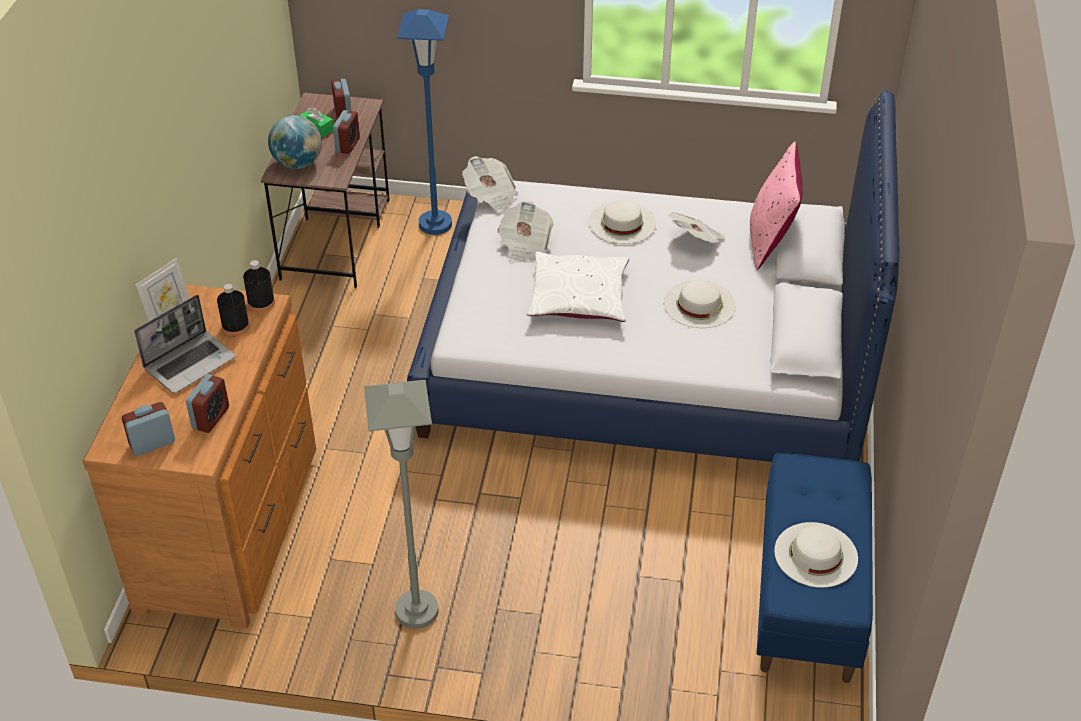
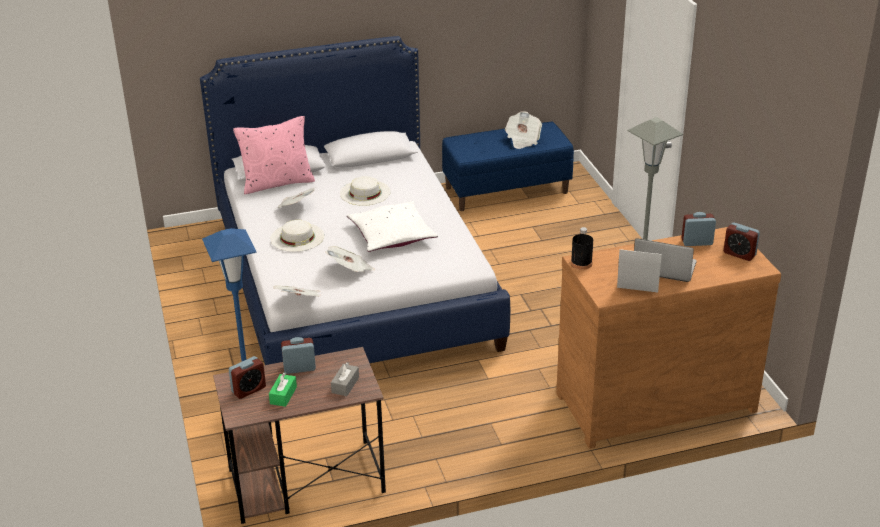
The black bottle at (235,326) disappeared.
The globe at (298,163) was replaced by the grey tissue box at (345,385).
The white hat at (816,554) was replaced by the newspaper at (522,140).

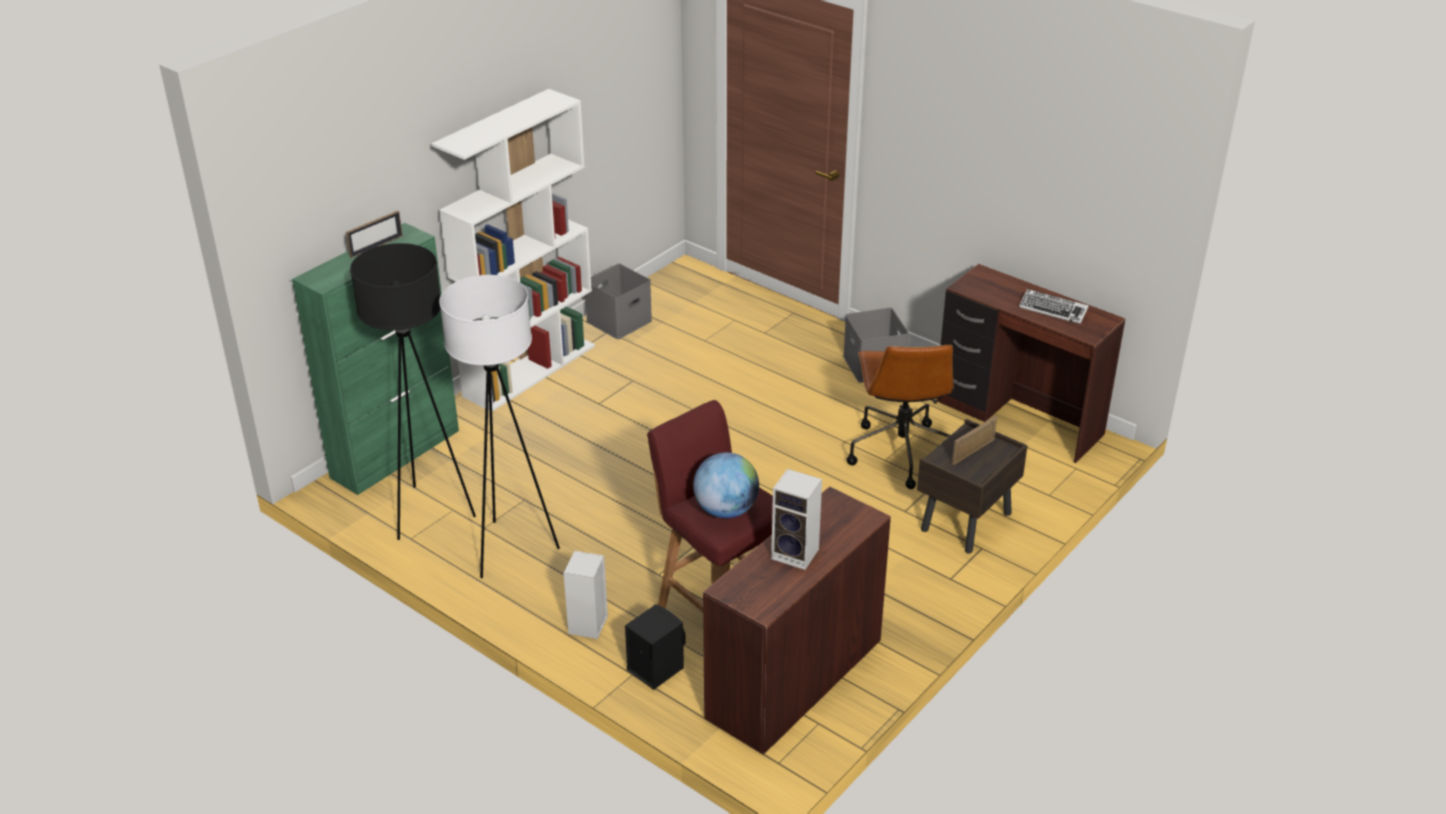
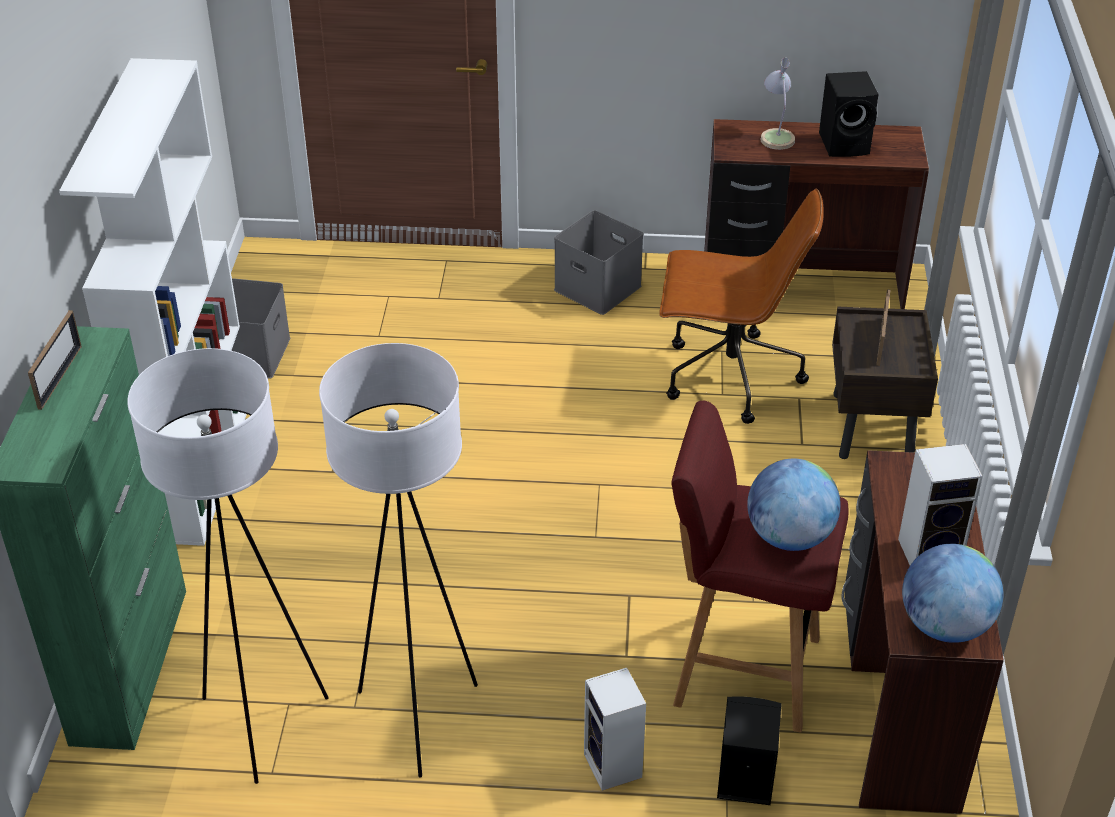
The black floor lamp at (429,513) became the white floor lamp at (261,724).
The brown office chair at (901,452) turned 45 degrees counterclockwise.
The keyboard at (1053,310) was replaced by the black speaker at (846,144).
The table lamp at (776,136) appeared.
The globe at (944,625) appeared.

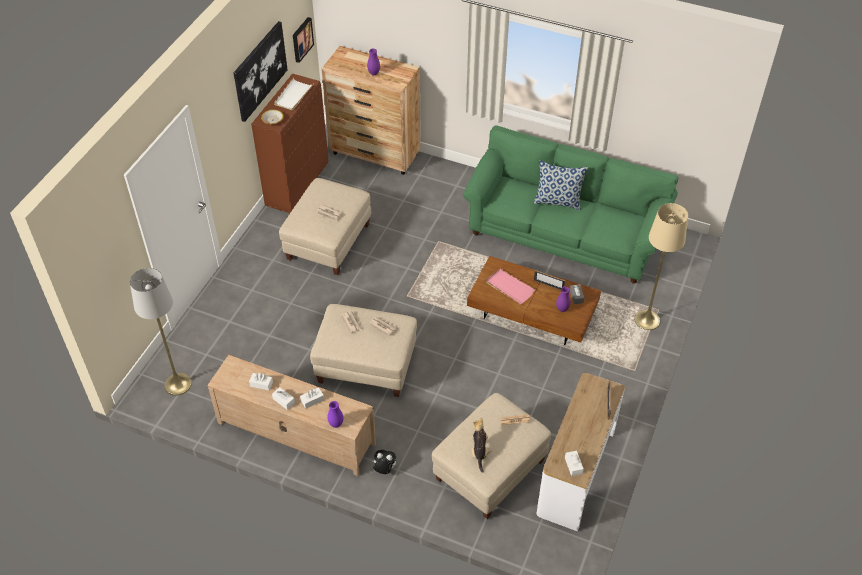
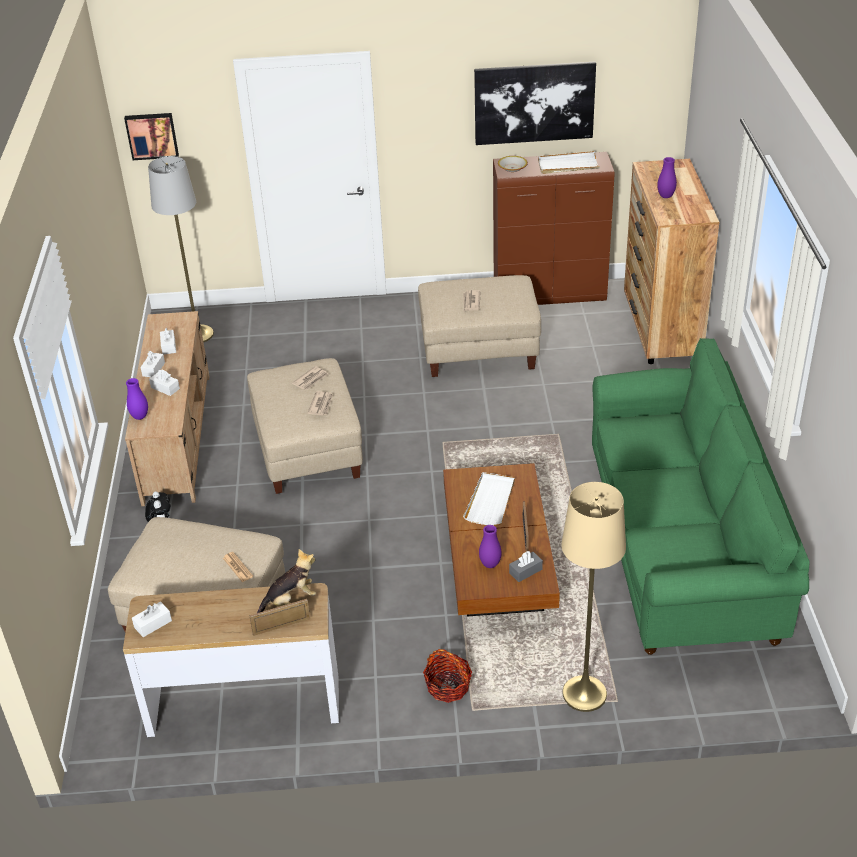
The picture moved from (301,39) to (152,135).
The plush toy moved from (479,451) to (290,600).
The pink tray at (509,287) became the white tray at (490,501).
The pillow at (558,201) disappeared.
The basket at (448,686) appeared.

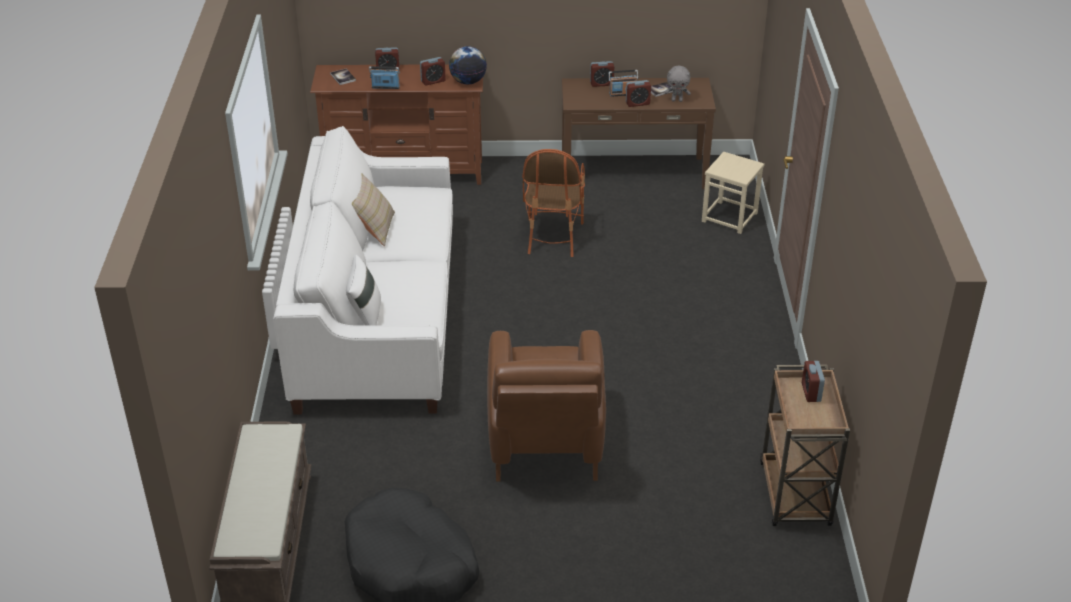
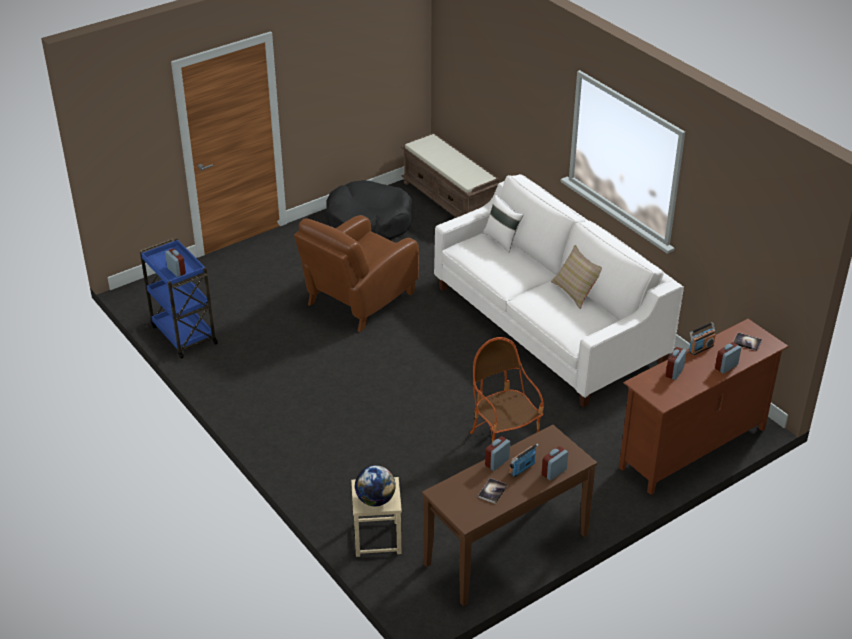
The globe moved from (468,81) to (375,500).
The brown armchair at (545,442) turned 105 degrees counterclockwise.
The grey plush toy at (677,100) disappeared.
The brown cart at (795,496) became the blue cart at (183,334).

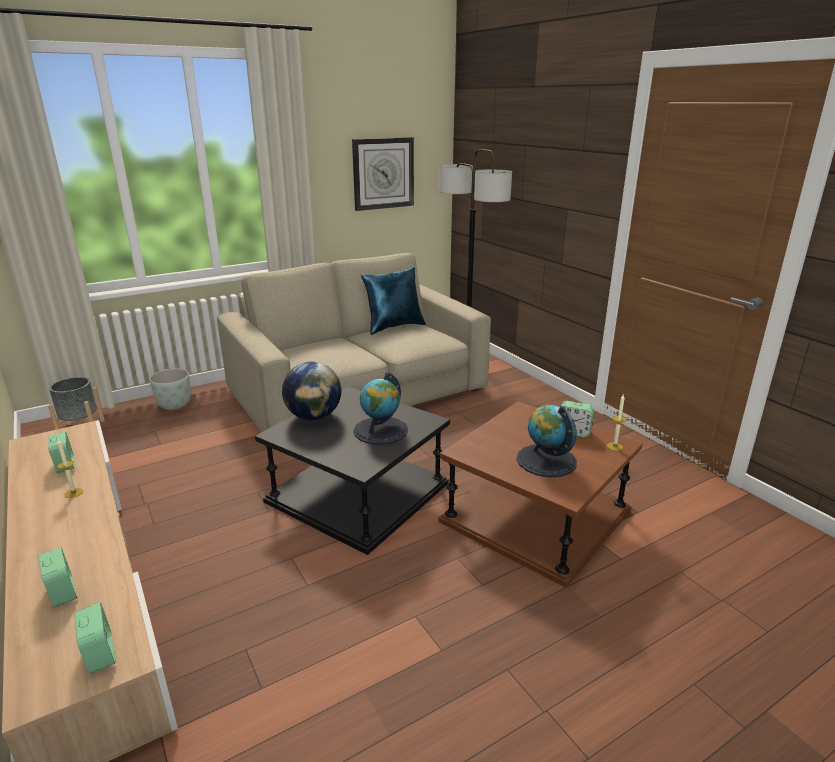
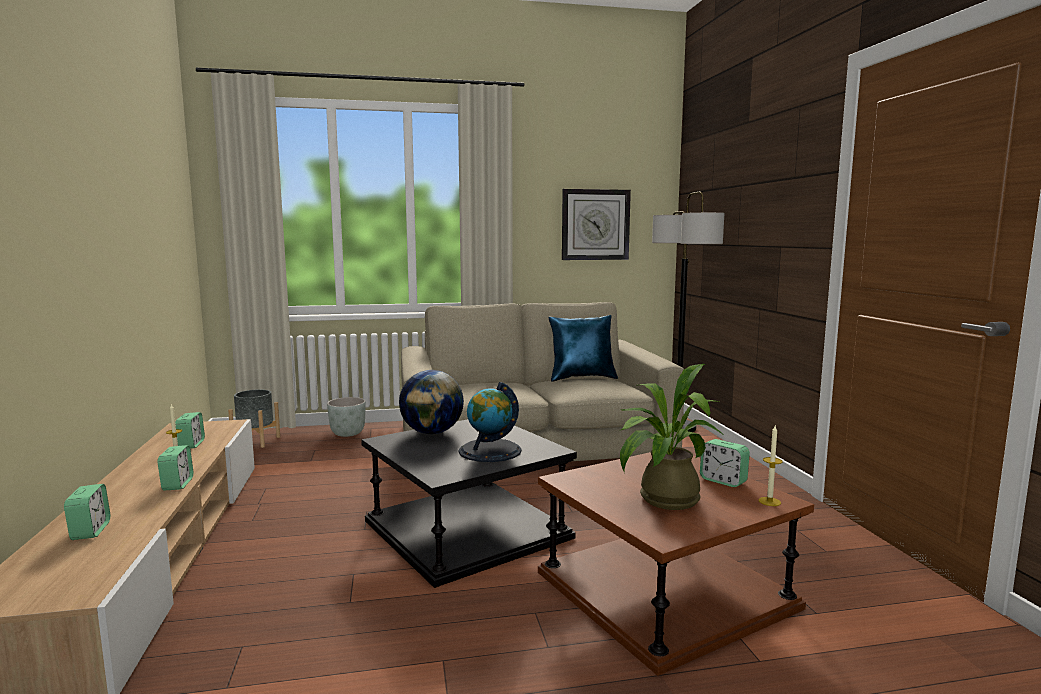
The alarm clock moved from (100,654) to (177,484).
The globe at (546,460) was replaced by the potted plant at (663,501).

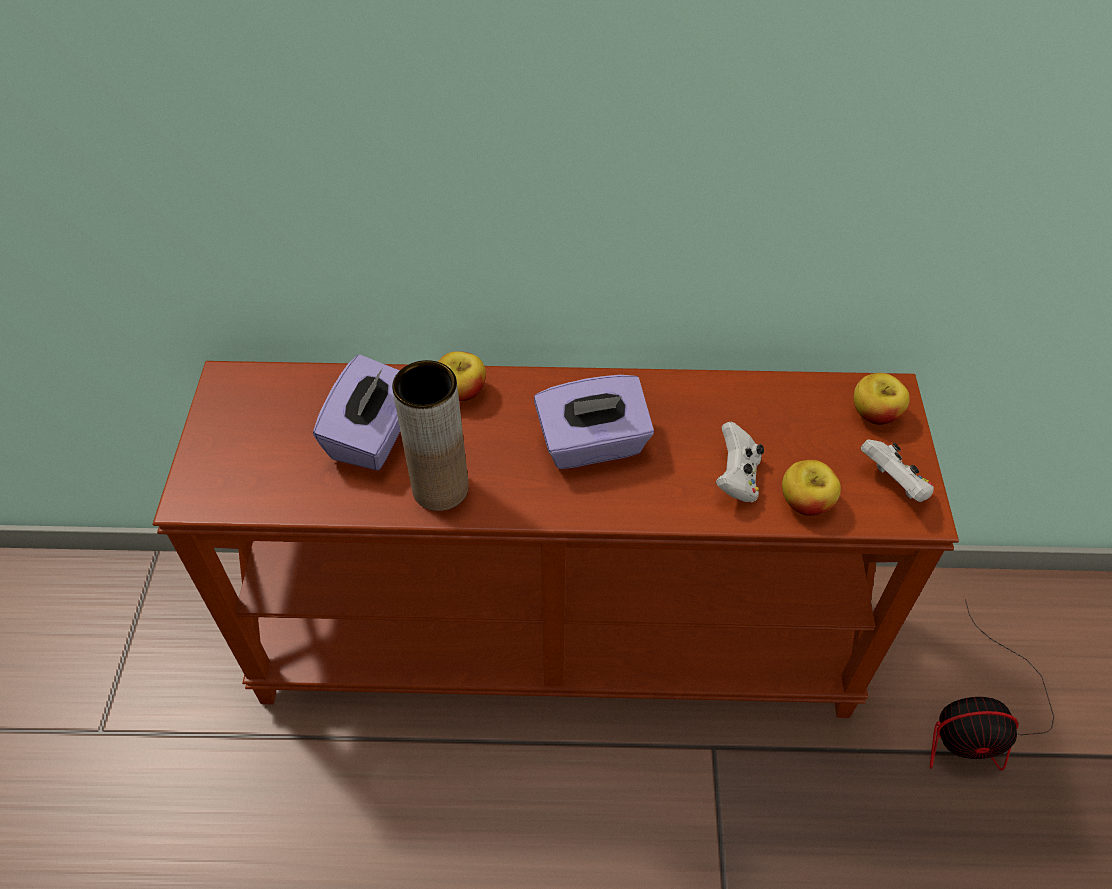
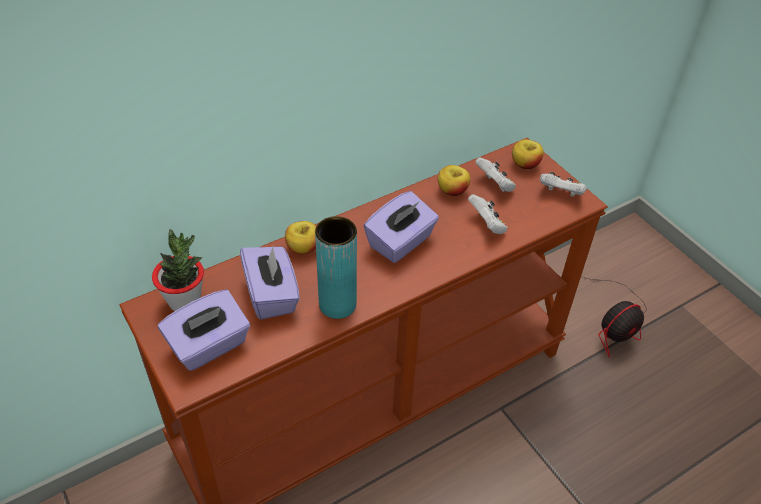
The brown vase at (440,488) became the turquoise vase at (337,304).
The apple moved from (805,502) to (452,191).
The potted plant at (185,301) appeared.
The purple tissue box at (209,346) appeared.
The white game controller at (495,185) appeared.

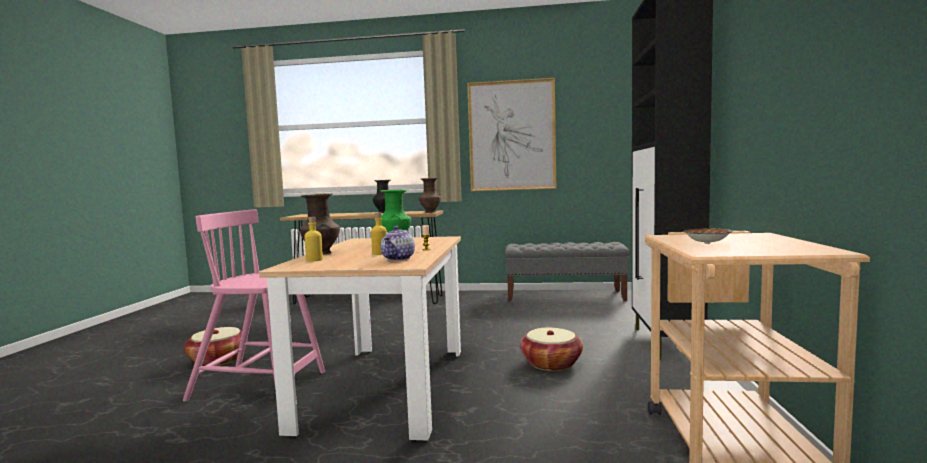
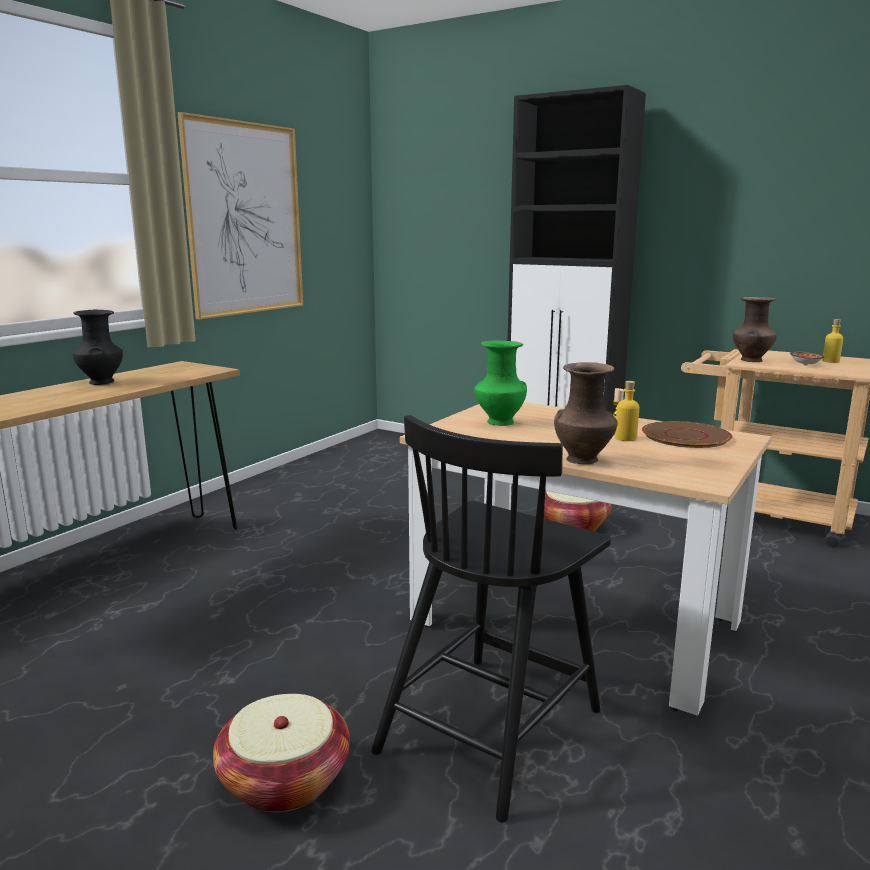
The pink chair at (260,386) became the black chair at (491,727).
The yellow bottle moved from (314,260) to (830,361).
The teapot at (398,259) was replaced by the brown plate at (685,436).
The brown vase moved from (430,212) to (751,360).
The grey bench at (565,296) disappeared.

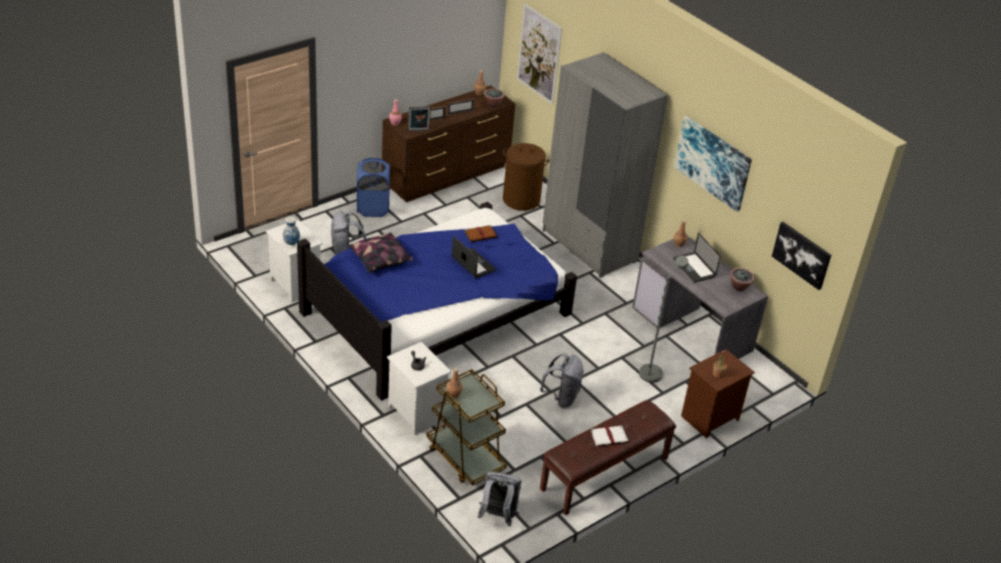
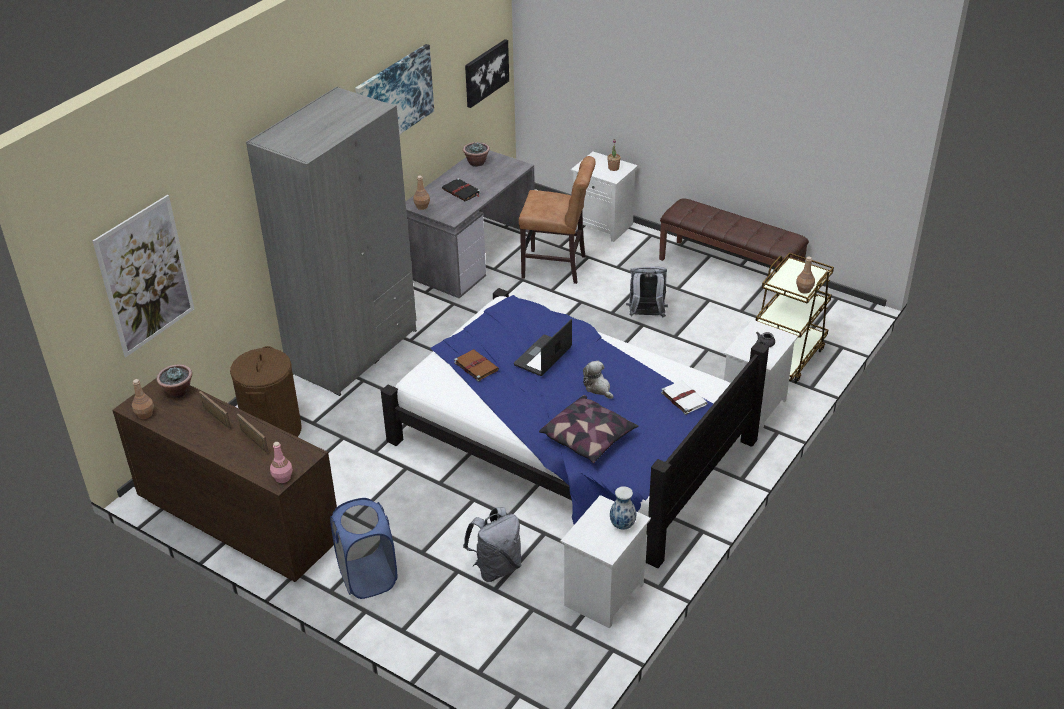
The picture frame at (418,131) disappeared.
The grey backpack at (498,516) disappeared.
The white book moved from (609,437) to (683,398).
The grey floor lamp at (653,370) was replaced by the brown chair at (557,267).
The laptop at (694,268) was replaced by the black book at (462,191).
The brown nightstand at (710,419) became the white nightstand at (604,226).
The plush toy at (598,388) appeared.

